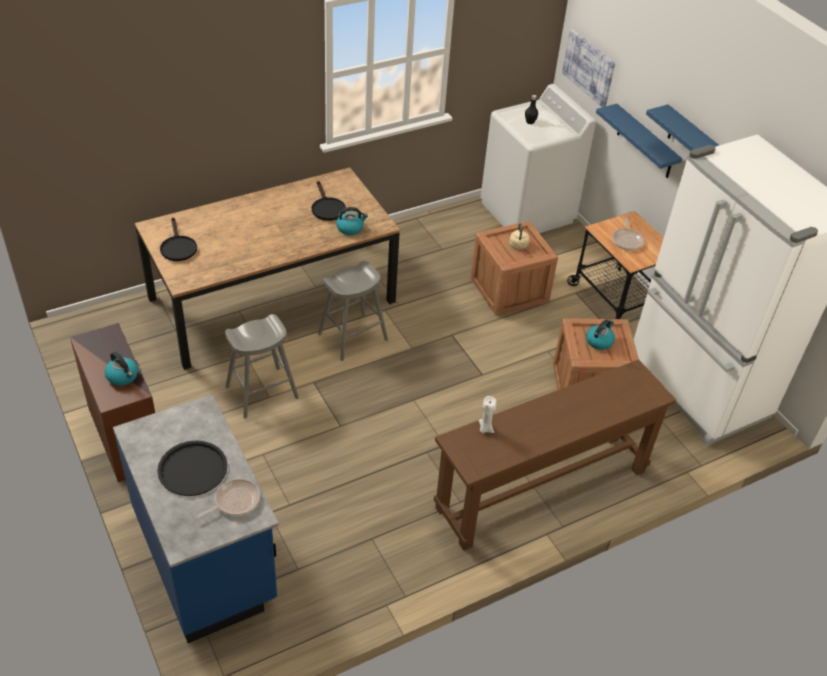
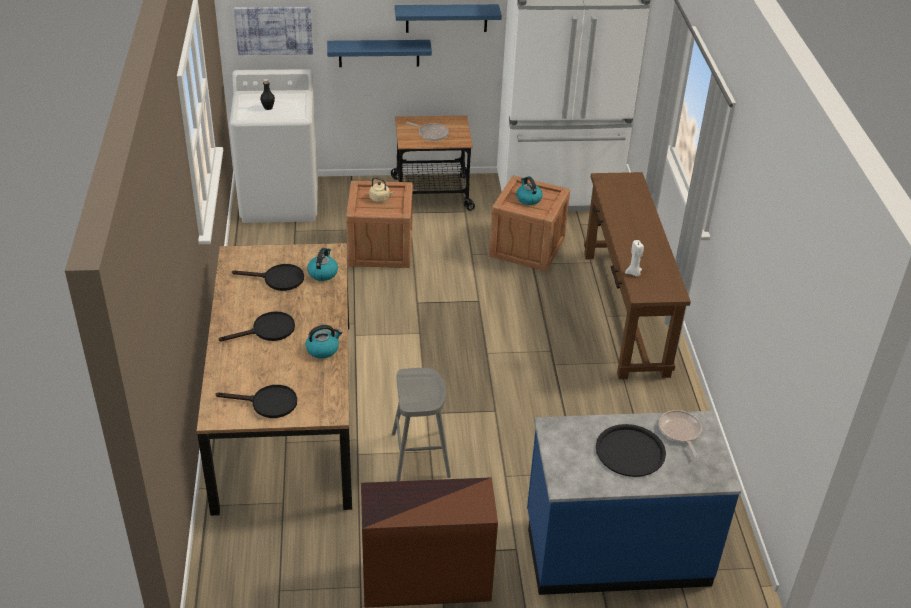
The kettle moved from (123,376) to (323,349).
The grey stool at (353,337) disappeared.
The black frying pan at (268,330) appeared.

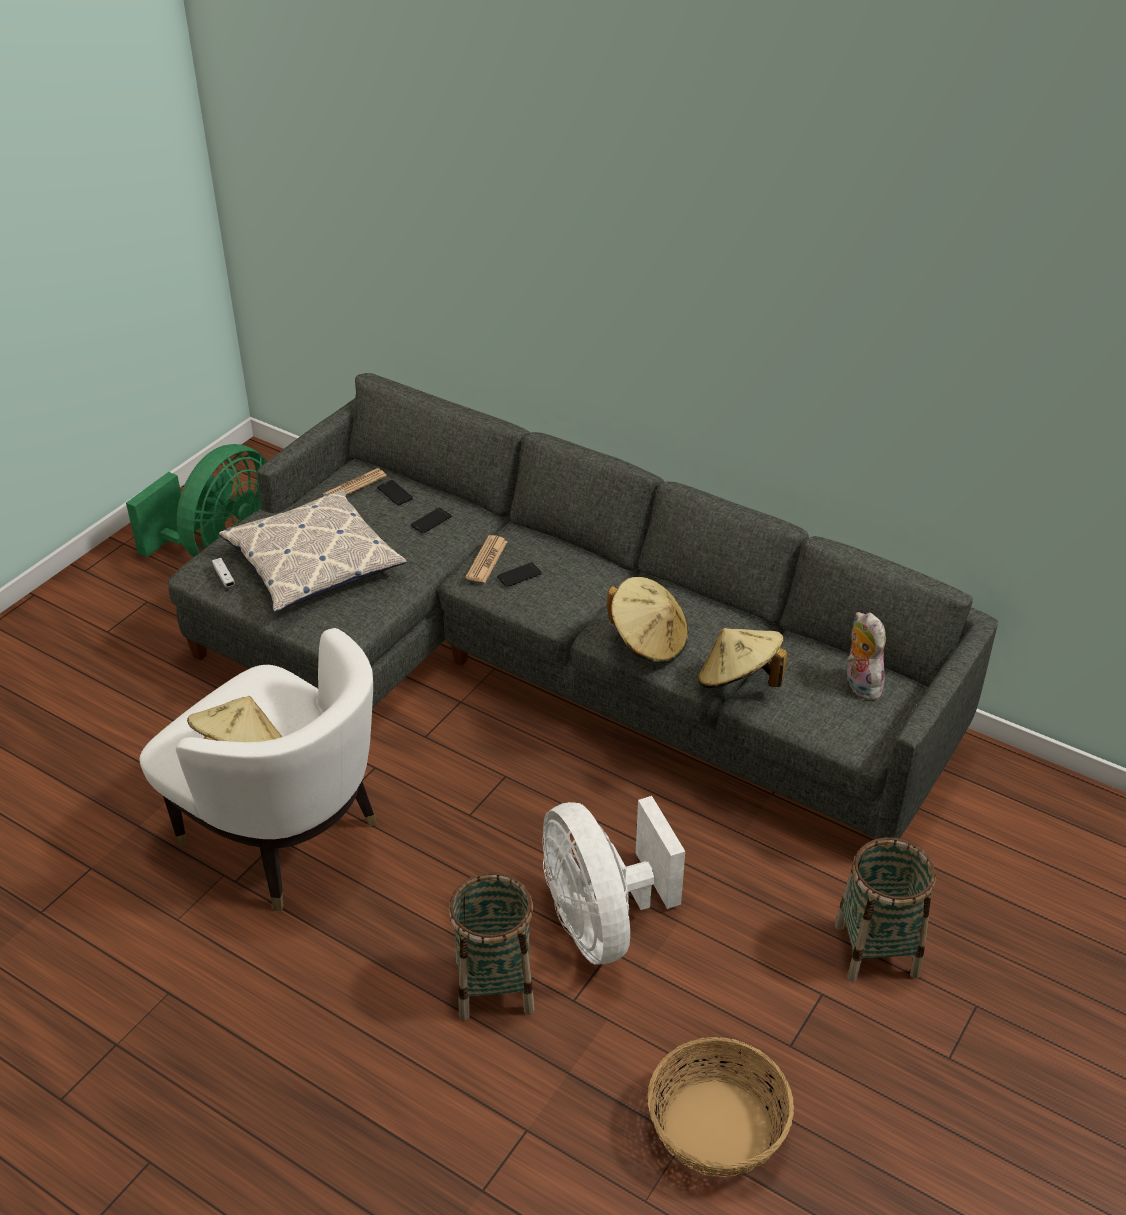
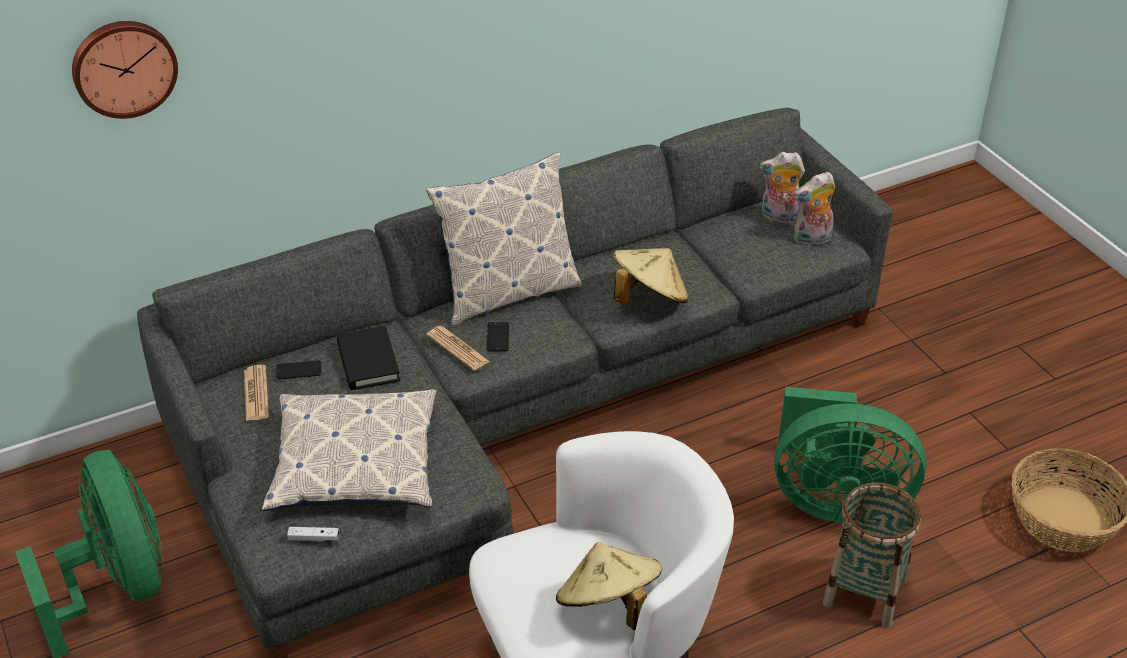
The phone at (431,521) was replaced by the black book at (368,362).
The white fan at (601,922) became the green fan at (834,500).
The beige hat at (738,681) disappeared.
The basket at (876,950) disappeared.
The wall clock at (124,67) appeared.
The pillow at (508,292) appeared.
The plush toy at (812,240) appeared.

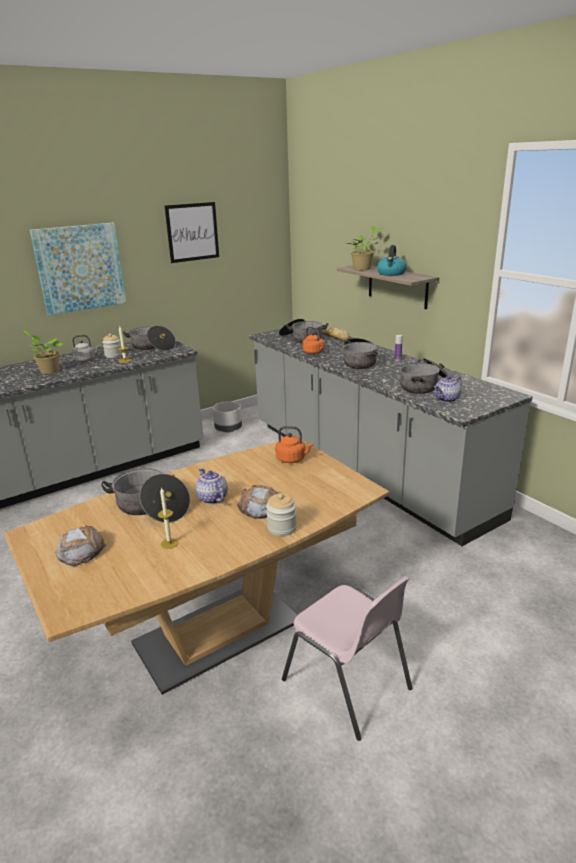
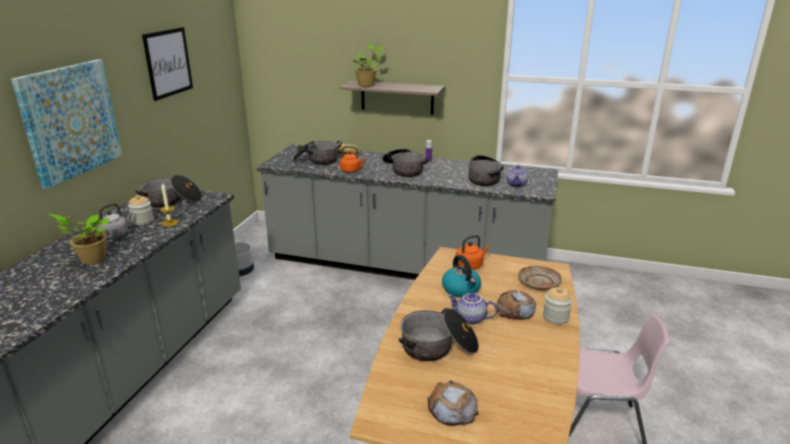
The candle at (169,543) disappeared.
The kettle moved from (391,274) to (461,290).
The beige plate at (539,283) appeared.

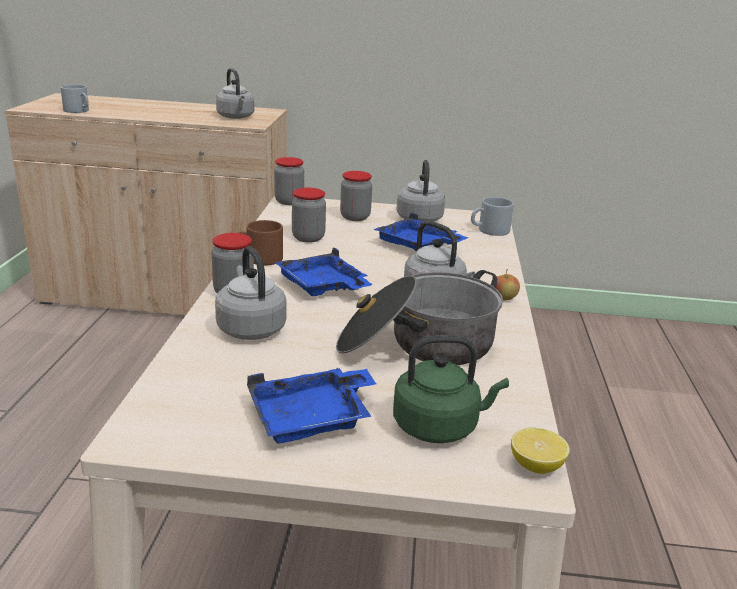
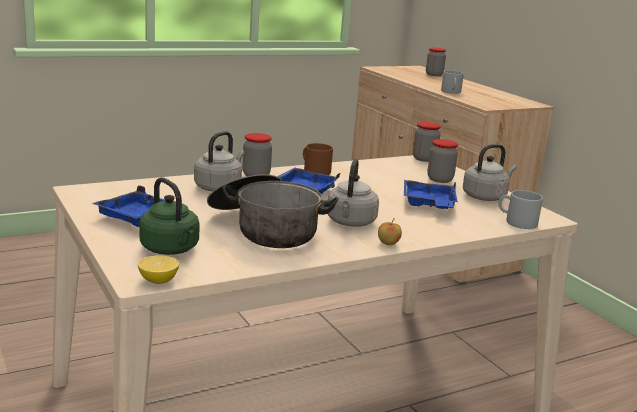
The grey mug moved from (79,111) to (451,92).
The grey kettle at (236,117) disappeared.
The jar moved from (308,238) to (434,75).

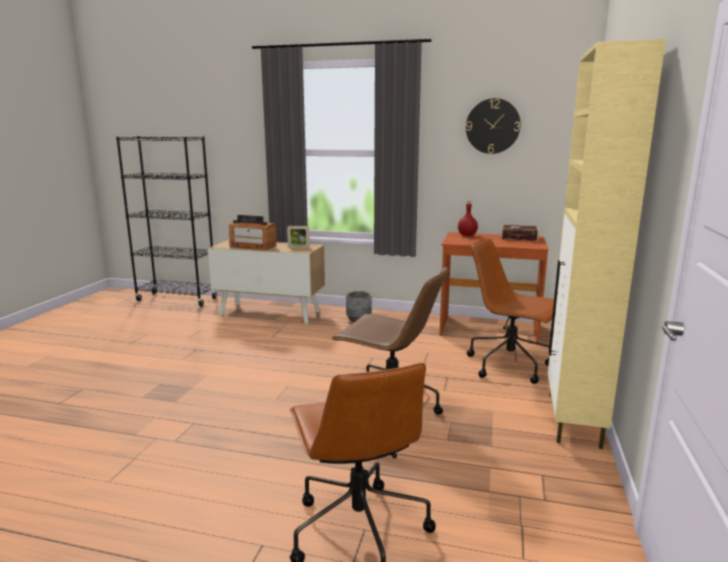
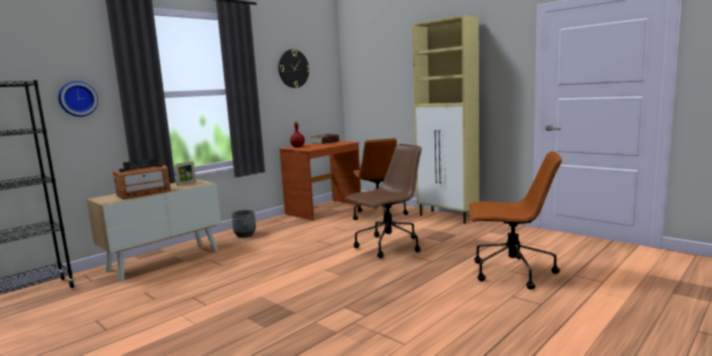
The brown office chair at (510,366) turned 75 degrees counterclockwise.
The wall clock at (77,99) appeared.

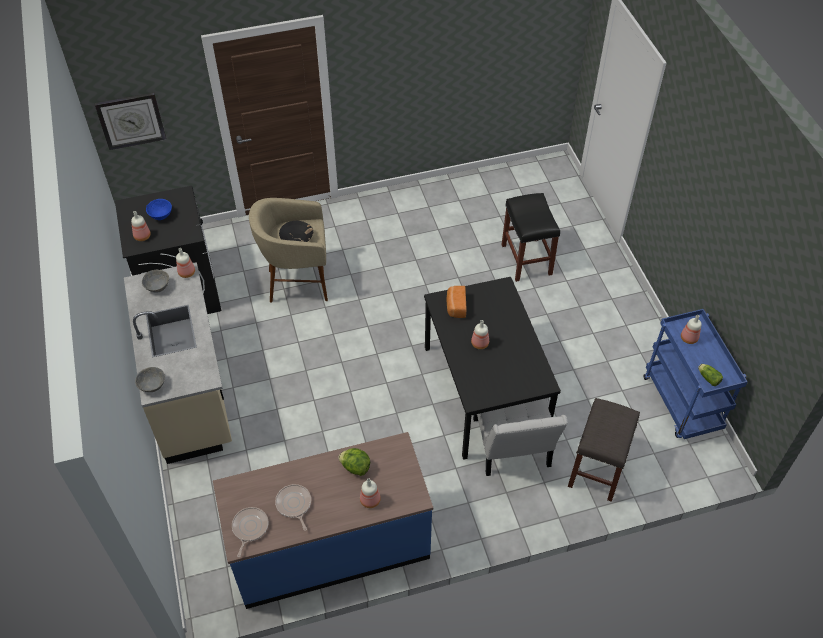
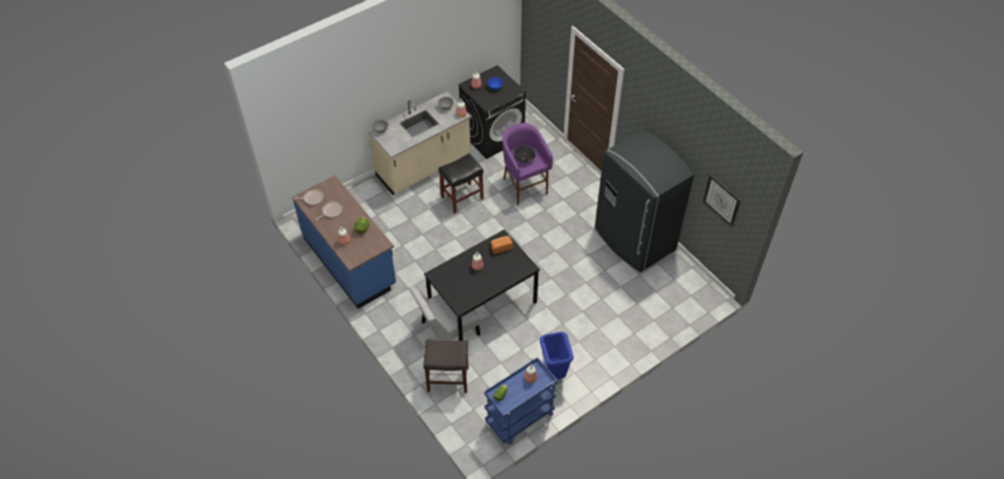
The wall clock moved from (131,120) to (722,200).
The beige stool at (297,284) became the purple stool at (524,186).
The black stool moved from (527,260) to (462,198).
The blue trash can at (554,373) appeared.
The grey fridge at (633,240) appeared.

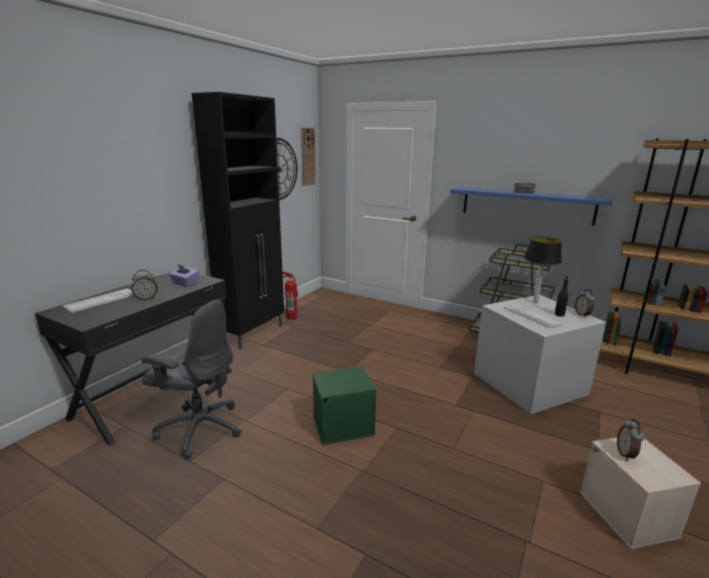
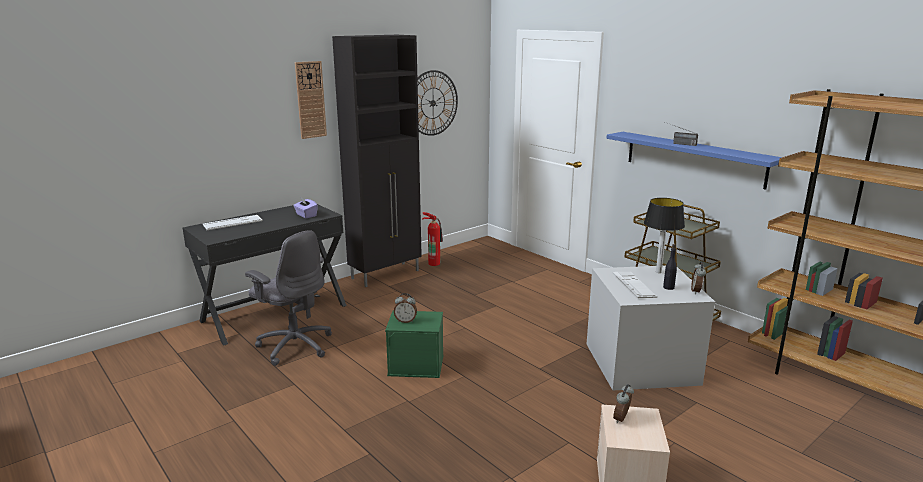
The alarm clock moved from (146,298) to (405,321).
The wall clock moved from (307,157) to (310,100).

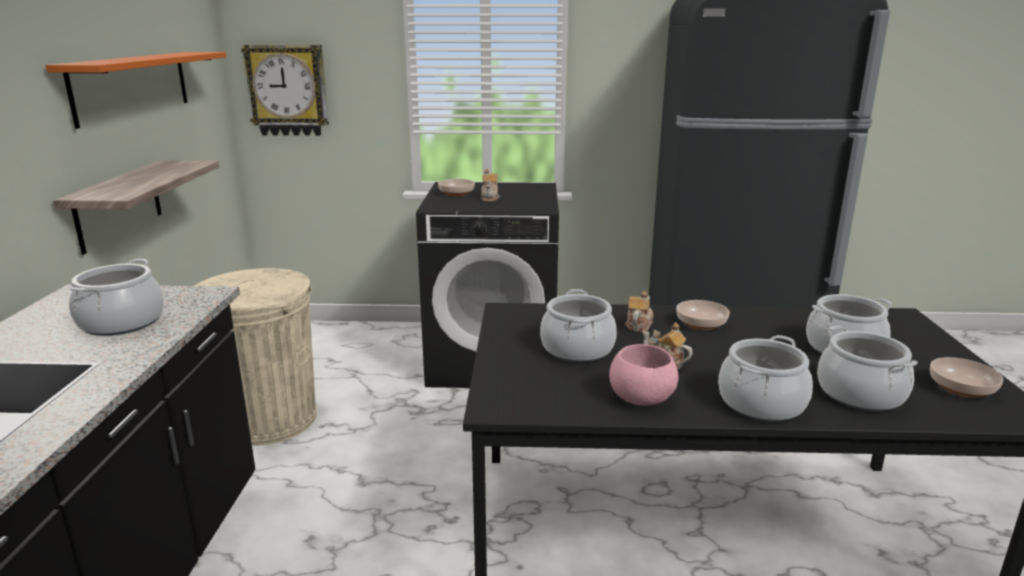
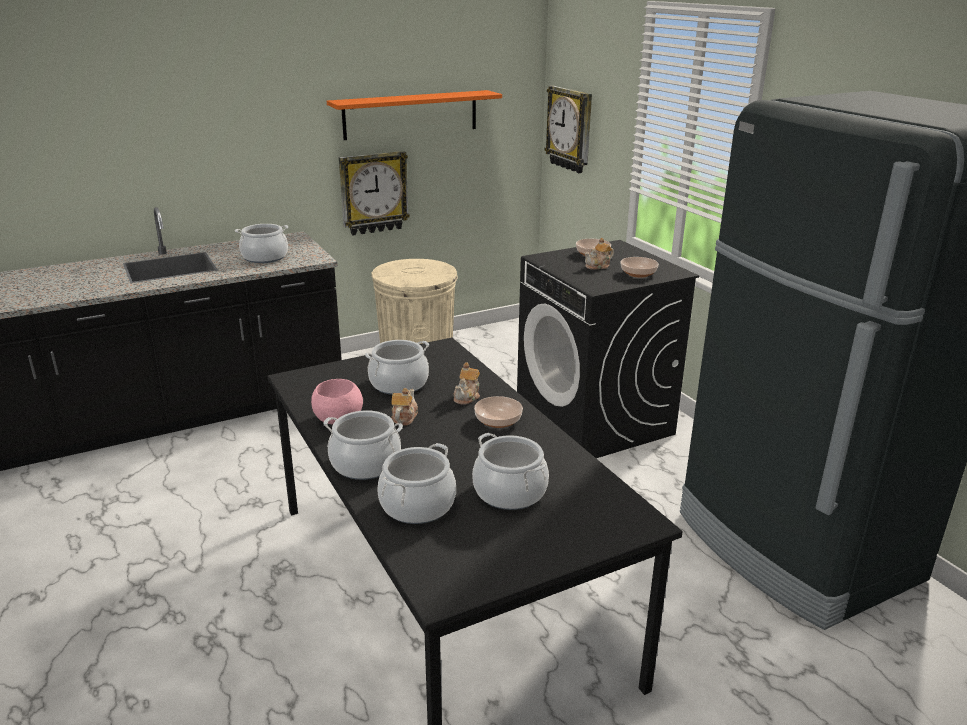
The shelf at (119,205) was replaced by the wall clock at (373,193).
The teapot at (638,325) turned 120 degrees clockwise.
The bowl moved from (960,388) to (638,273).

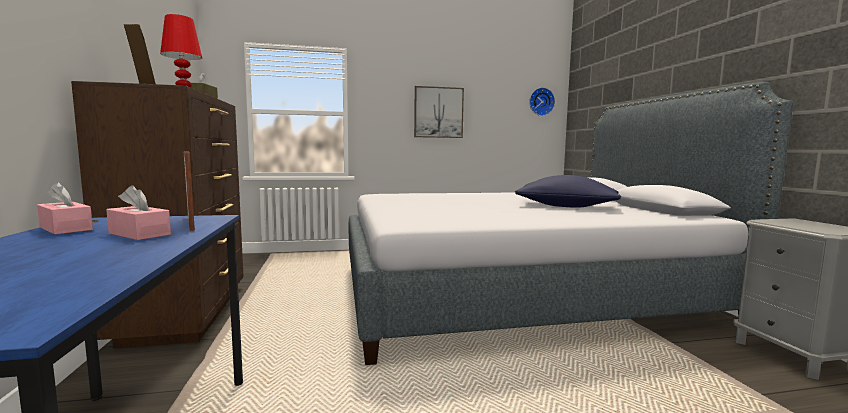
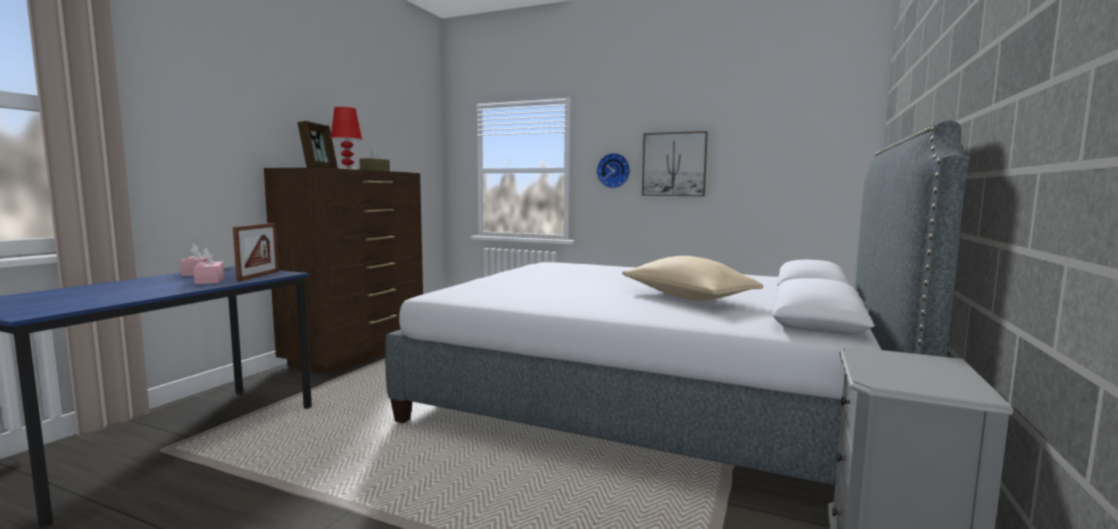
The blue pillow at (566,206) became the beige pillow at (687,298).
The wall clock moved from (541,102) to (614,170).

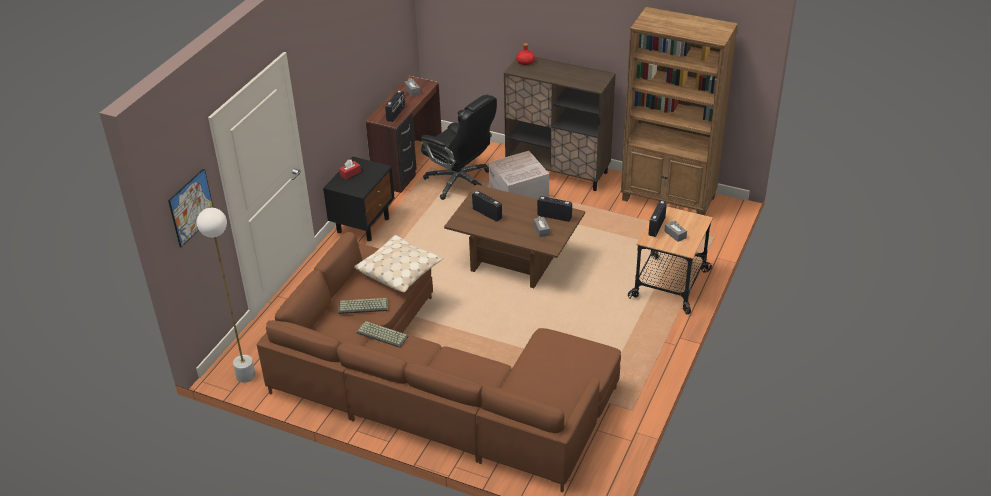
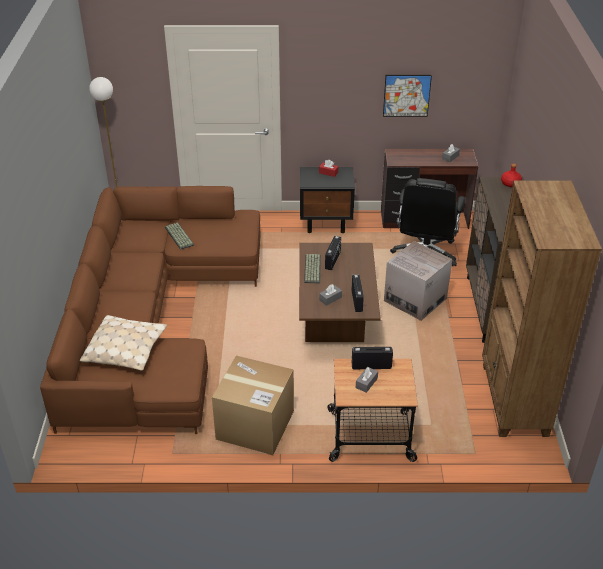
The picture moved from (191,207) to (406,95).
The beige pillow moved from (399,271) to (126,350).
The keyboard moved from (381,335) to (311,268).
The radio at (396,113) disappeared.
The cardboard box at (255,425) appeared.

